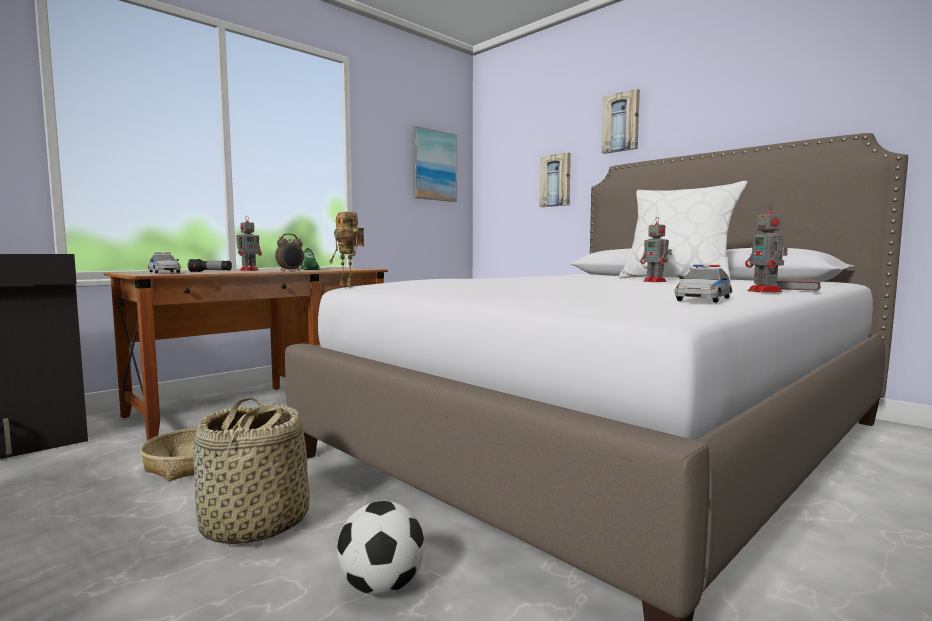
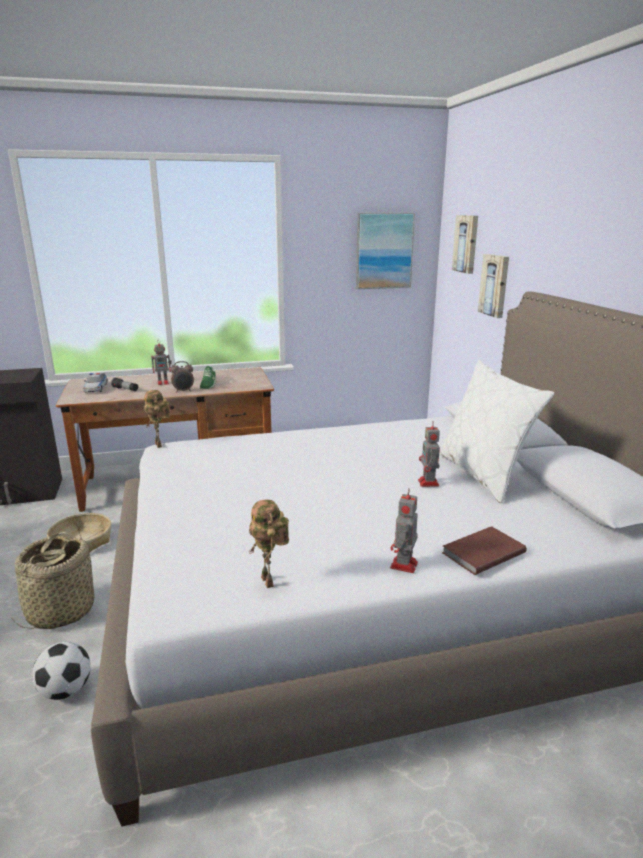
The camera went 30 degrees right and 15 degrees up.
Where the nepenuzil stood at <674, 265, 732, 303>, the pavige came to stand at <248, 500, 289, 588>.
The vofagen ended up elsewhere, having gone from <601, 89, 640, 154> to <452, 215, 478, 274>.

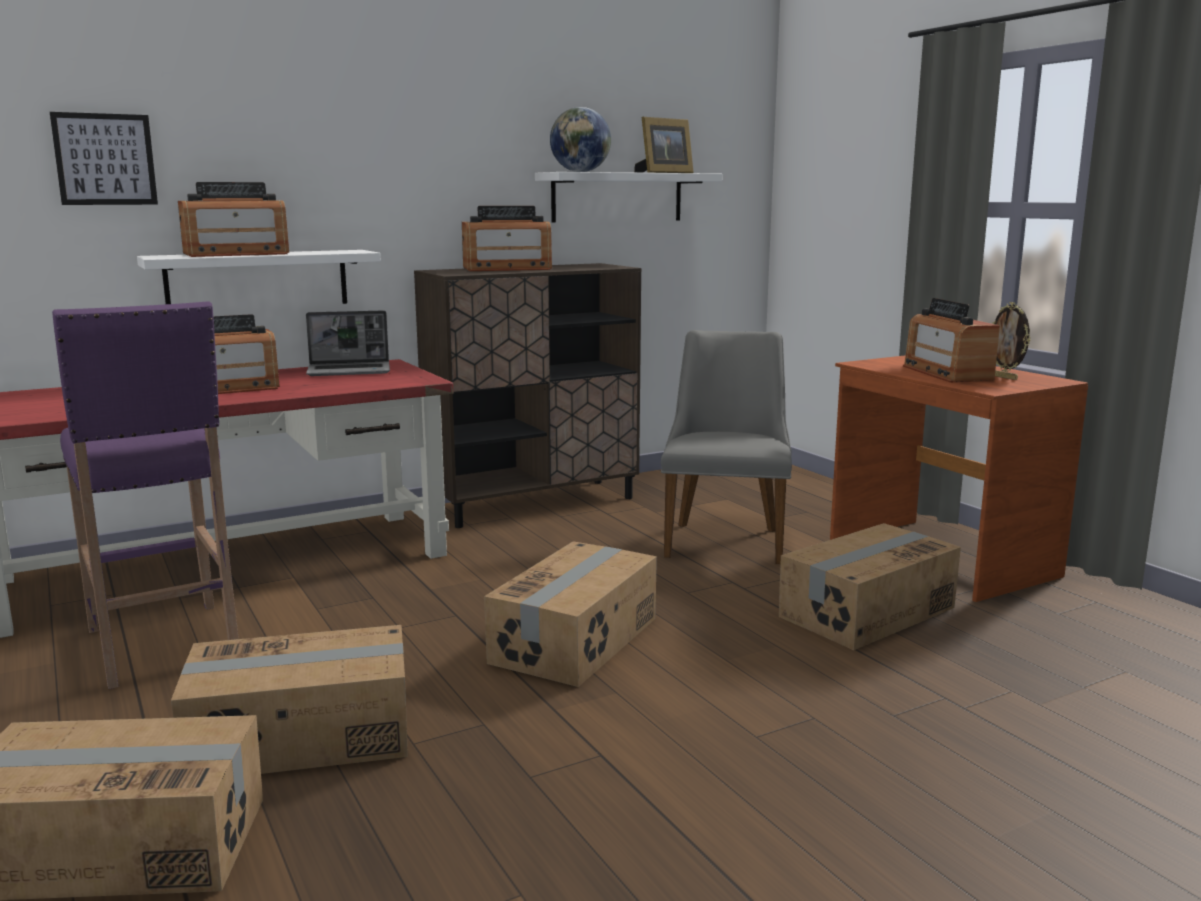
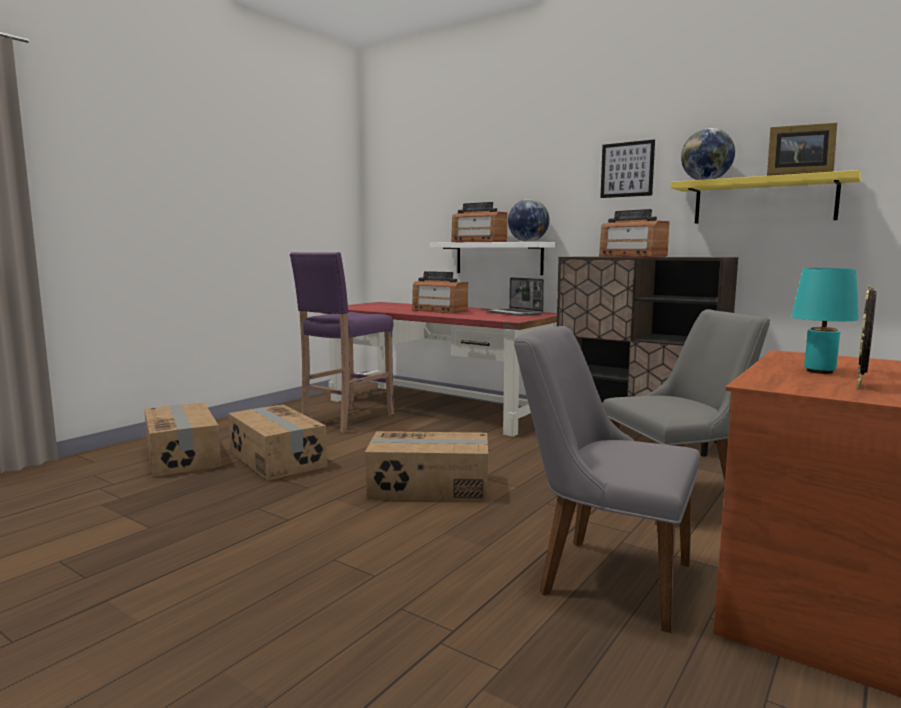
The camera went 65 degrees right and 5 degrees down.
The second view gained the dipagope at <508, 199, 549, 242>.
Where the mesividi stood at <779, 523, 961, 650>, the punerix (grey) came to stand at <514, 326, 700, 633>.
The vofagen ended up elsewhere, having gone from <50, 112, 158, 205> to <600, 139, 655, 198>.
What was the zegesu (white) at <535, 172, 723, 223> turned into the zegesu (yellow) at <671, 170, 861, 224>.
Where the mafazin stood at <903, 298, 1000, 383>, the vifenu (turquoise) came to stand at <791, 268, 859, 374>.

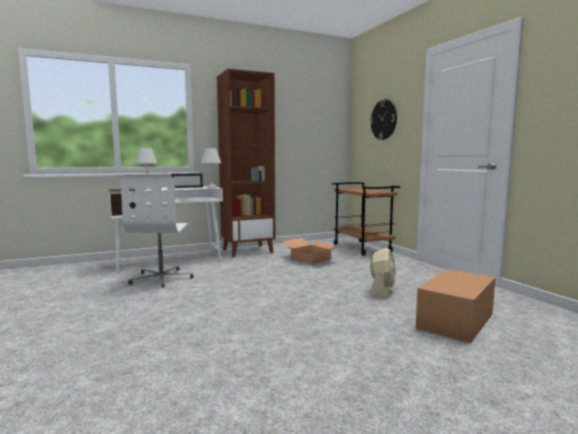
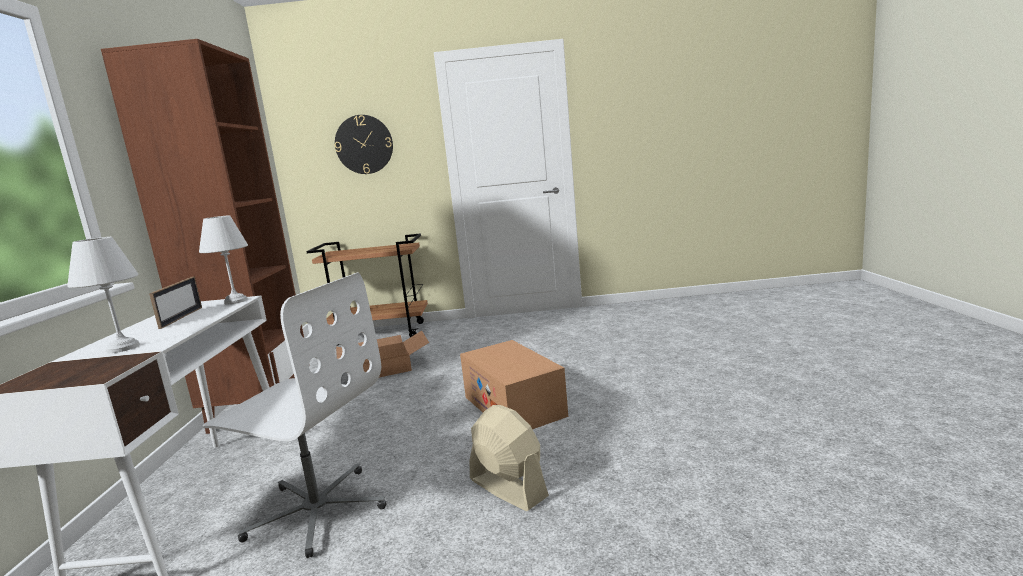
The camera went 65 degrees left and 5 degrees up.
The mesividi ended up elsewhere, having gone from <416, 269, 496, 343> to <460, 340, 568, 429>.
The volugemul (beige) ended up elsewhere, having gone from <370, 248, 396, 299> to <470, 405, 549, 511>.

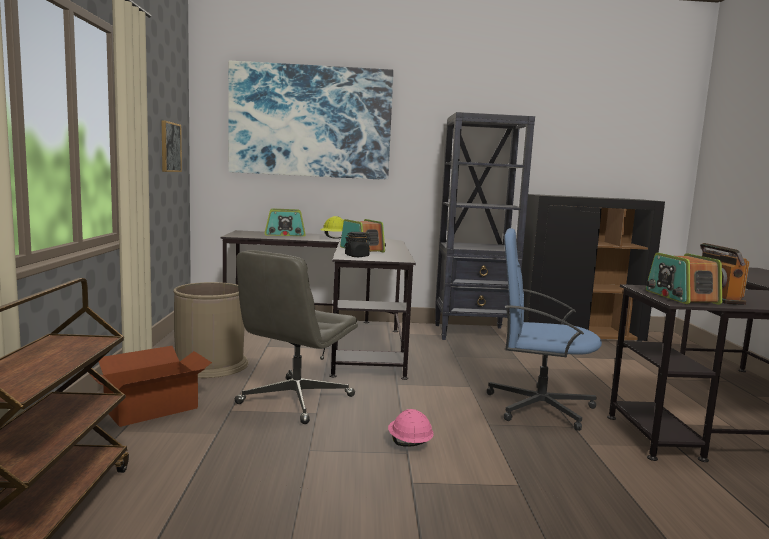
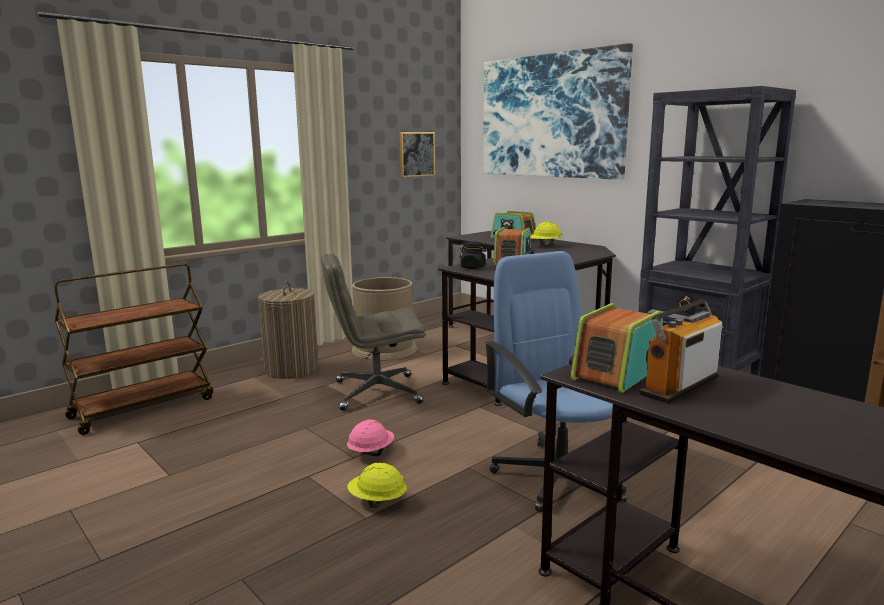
The camera went 50 degrees right and 5 degrees up.
Where the mesividi stood at <88, 346, 212, 427>, the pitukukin came to stand at <258, 281, 319, 379>.
The second view gained the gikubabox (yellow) at <347, 463, 407, 508>.

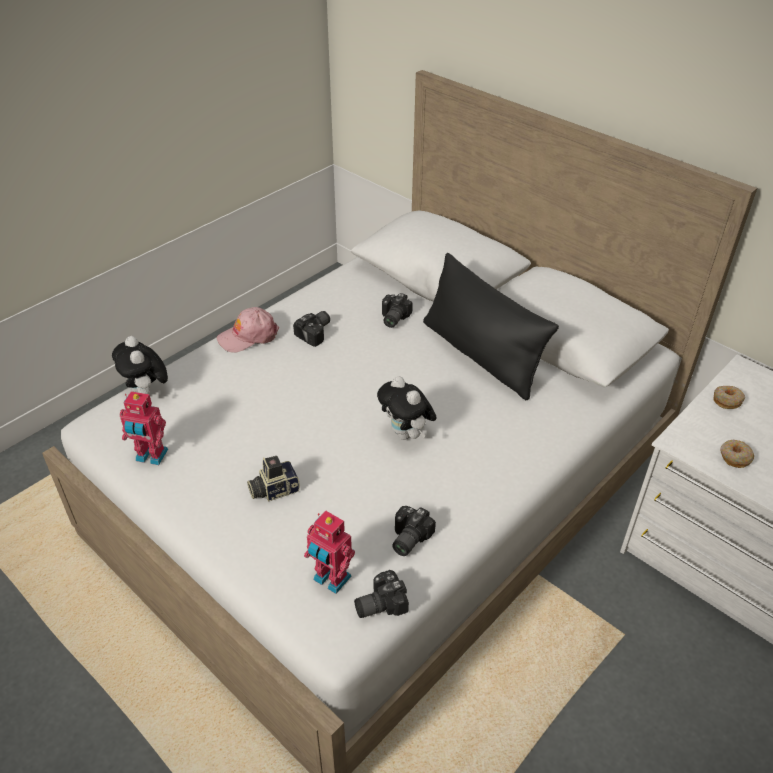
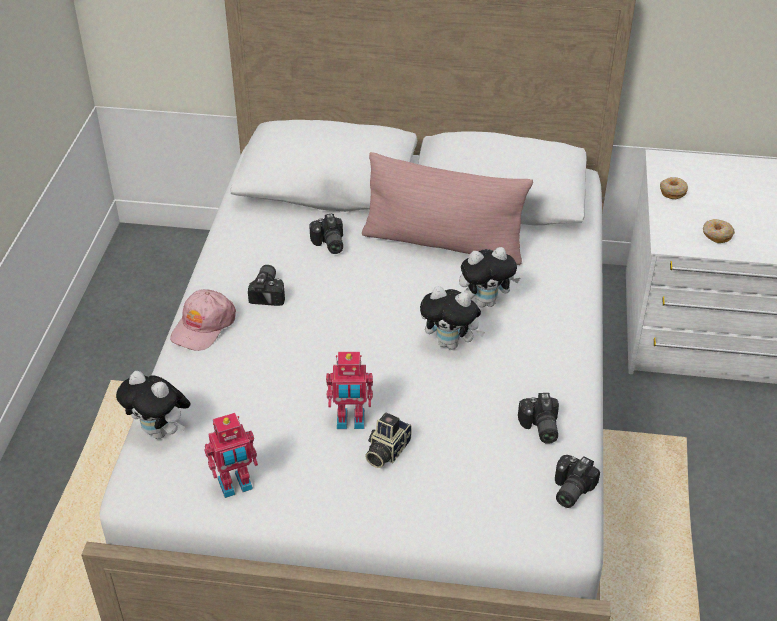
The camera went 35 degrees left and 0 degrees up.
The pavige ended up elsewhere, having gone from <304, 511, 355, 594> to <326, 352, 373, 429>.
What was the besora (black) at <423, 253, 559, 400> turned into the besora (pink) at <362, 152, 533, 265>.
The second view gained the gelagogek at <459, 247, 520, 308>.

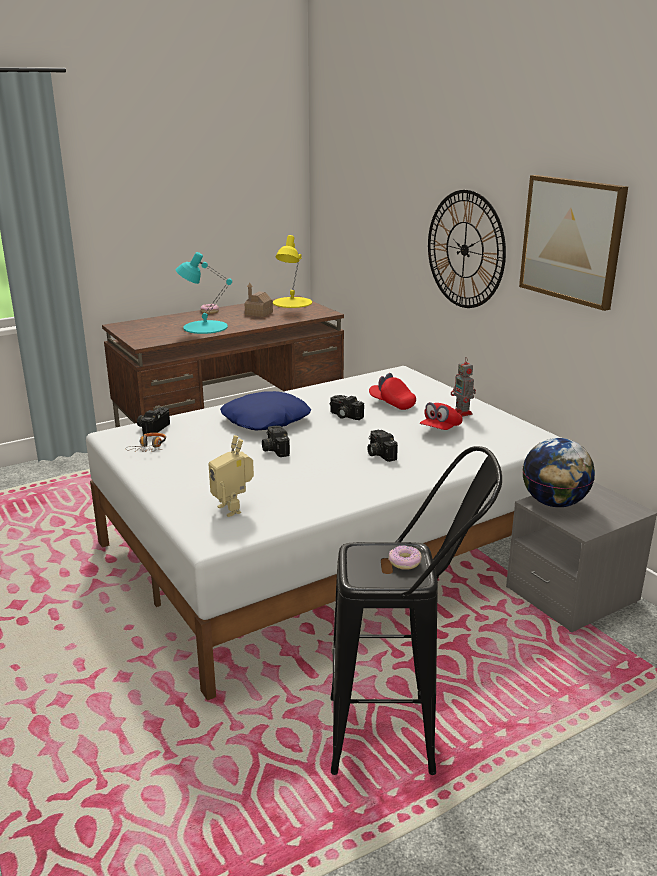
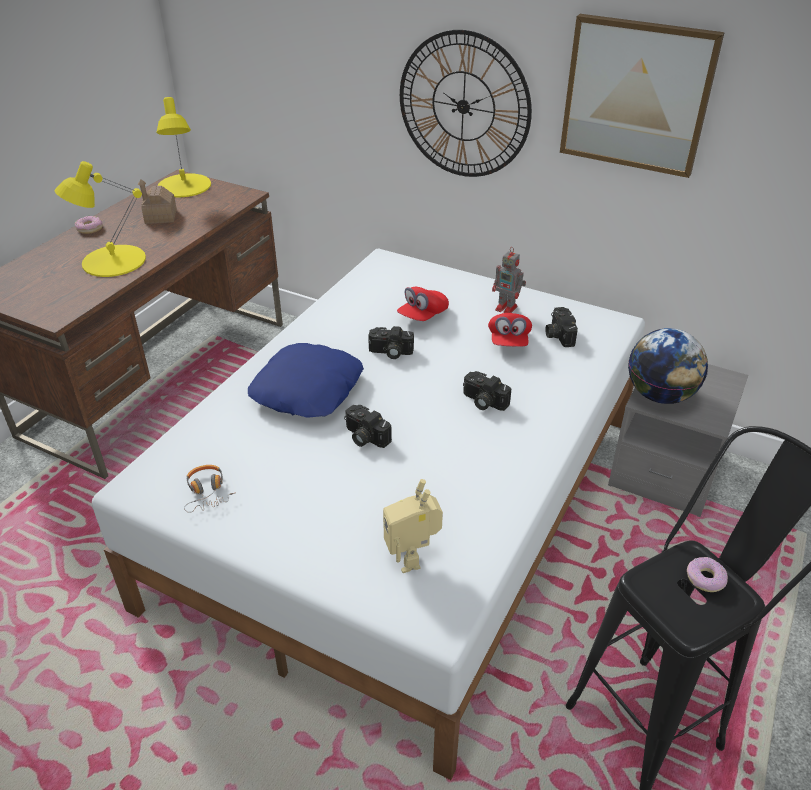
The camera went 30 degrees left and 15 degrees up.
What was the vifenu (turquoise) at <175, 252, 232, 334> turned into the vifenu (yellow) at <54, 161, 146, 277>.
The pavige at <208, 435, 254, 517> ended up facing another way, 45 degrees clockwise from before.
The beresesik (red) at <369, 373, 416, 410> ended up facing another way, 60 degrees counterclockwise from before.
The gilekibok ended up elsewhere, having gone from <137, 407, 170, 437> to <545, 307, 578, 347>.

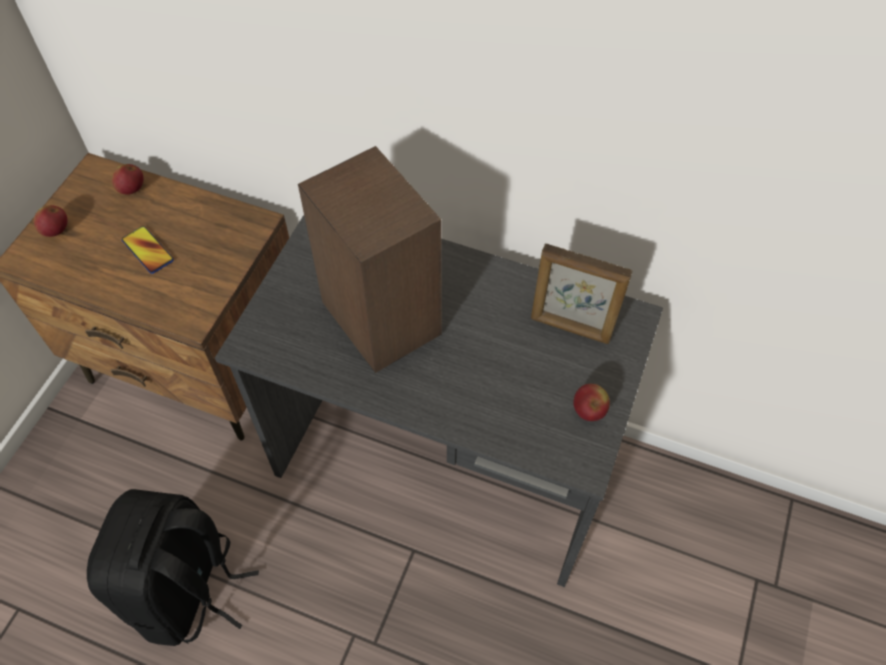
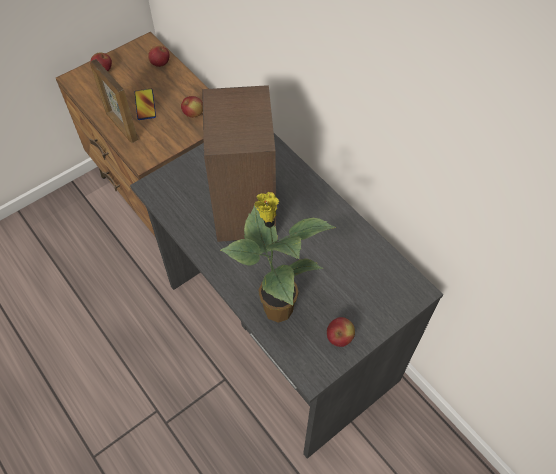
The camera went 30 degrees right and 0 degrees up.
The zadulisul ended up elsewhere, having gone from <531, 243, 633, 344> to <90, 59, 138, 143>.
The second view gained the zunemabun at <181, 96, 203, 118>.
The second view gained the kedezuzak at <221, 192, 336, 323>.
The second view lost the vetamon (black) at <87, 489, 259, 646>.

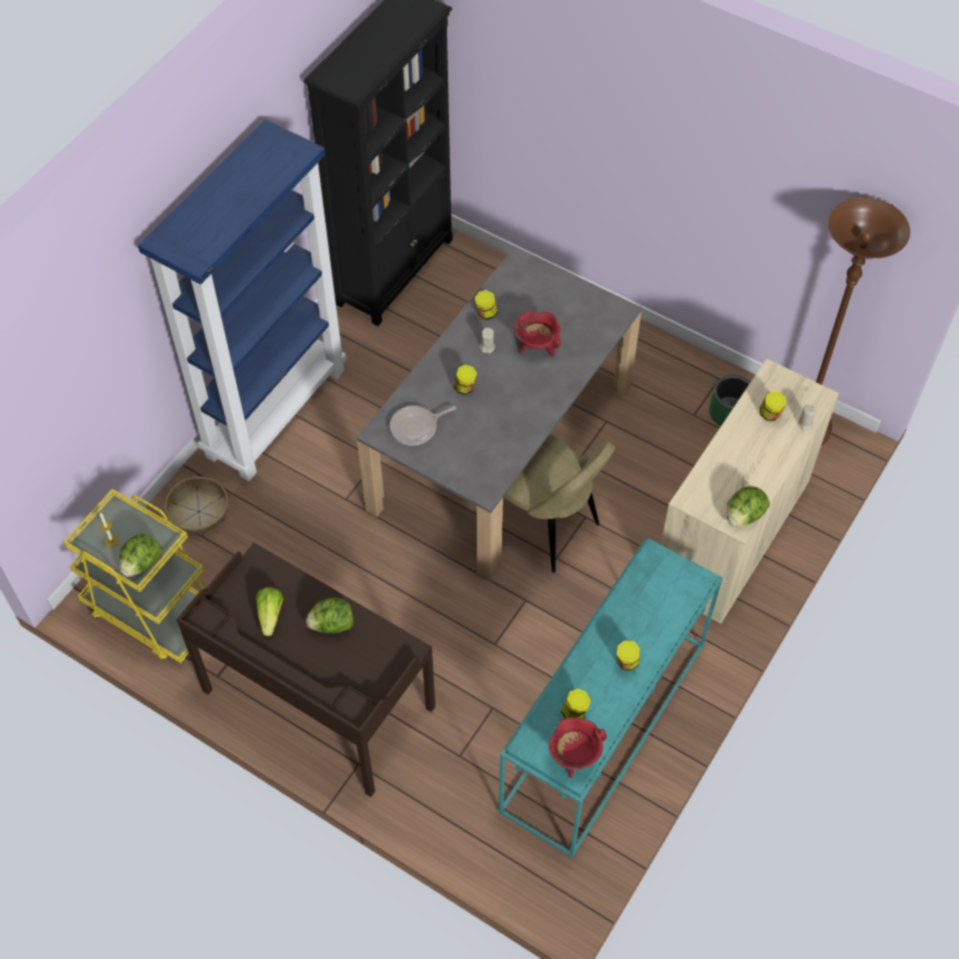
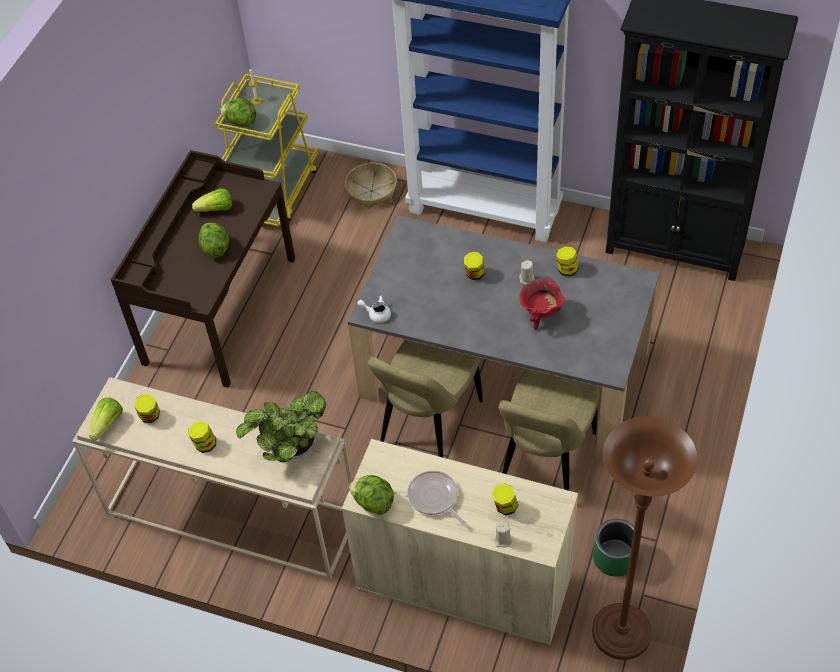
The camera went 80 degrees right and 5 degrees down.
What was the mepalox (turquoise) at <498, 537, 723, 858> turned into the mepalox (beige) at <72, 377, 353, 580>.
Where the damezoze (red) stood at <549, 717, 607, 778>, the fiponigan came to stand at <89, 397, 123, 441>.
The second view gained the kedezuzak at <236, 391, 326, 463>.
The second view gained the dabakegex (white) at <358, 295, 391, 323>.
The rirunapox ended up elsewhere, having gone from <390, 406, 457, 446> to <408, 471, 466, 526>.
The second view gained the punerix (beige) at <498, 369, 600, 491>.

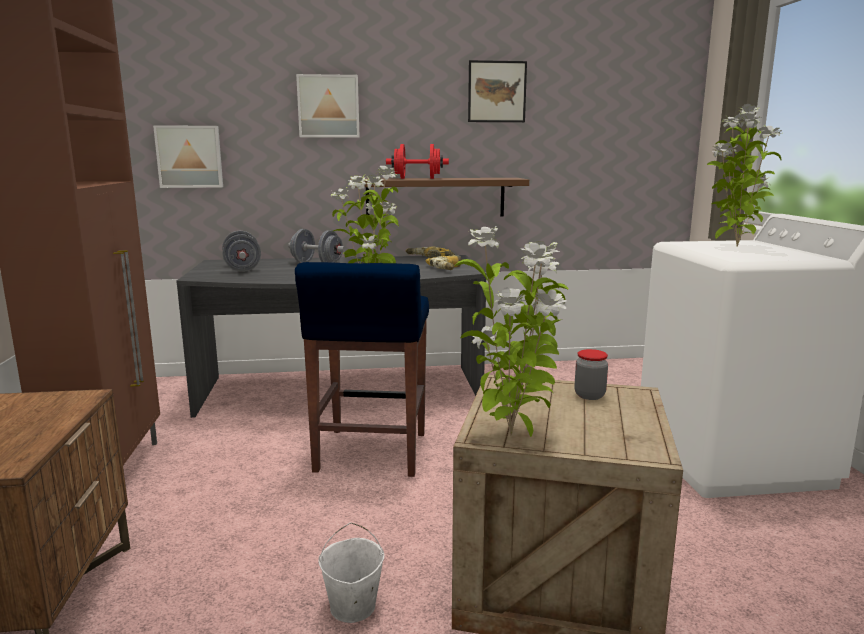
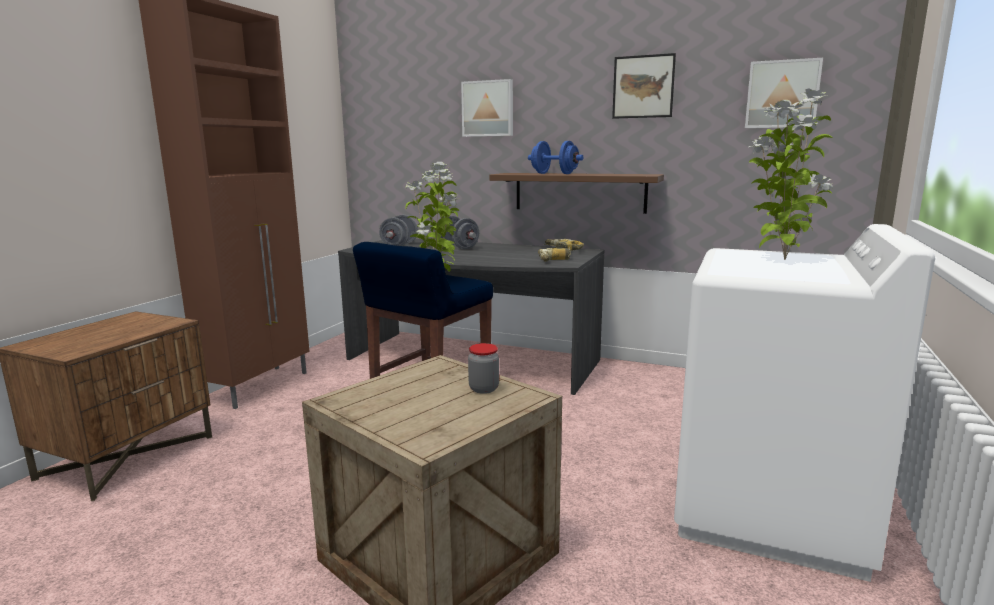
The camera went 30 degrees right and 0 degrees up.
What was the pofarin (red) at <386, 144, 449, 179> turned into the pofarin (blue) at <528, 141, 583, 174>.
The vofagen ended up elsewhere, having gone from <153, 125, 223, 188> to <745, 58, 823, 128>.
The second view lost the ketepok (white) at <318, 523, 384, 623>.
The second view lost the kedezuzak at <455, 226, 569, 437>.

